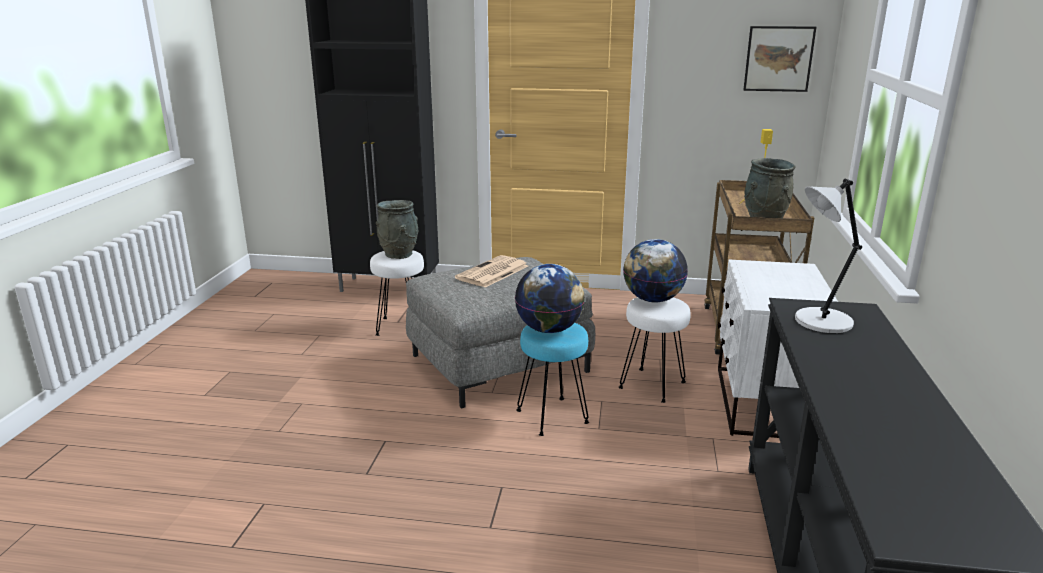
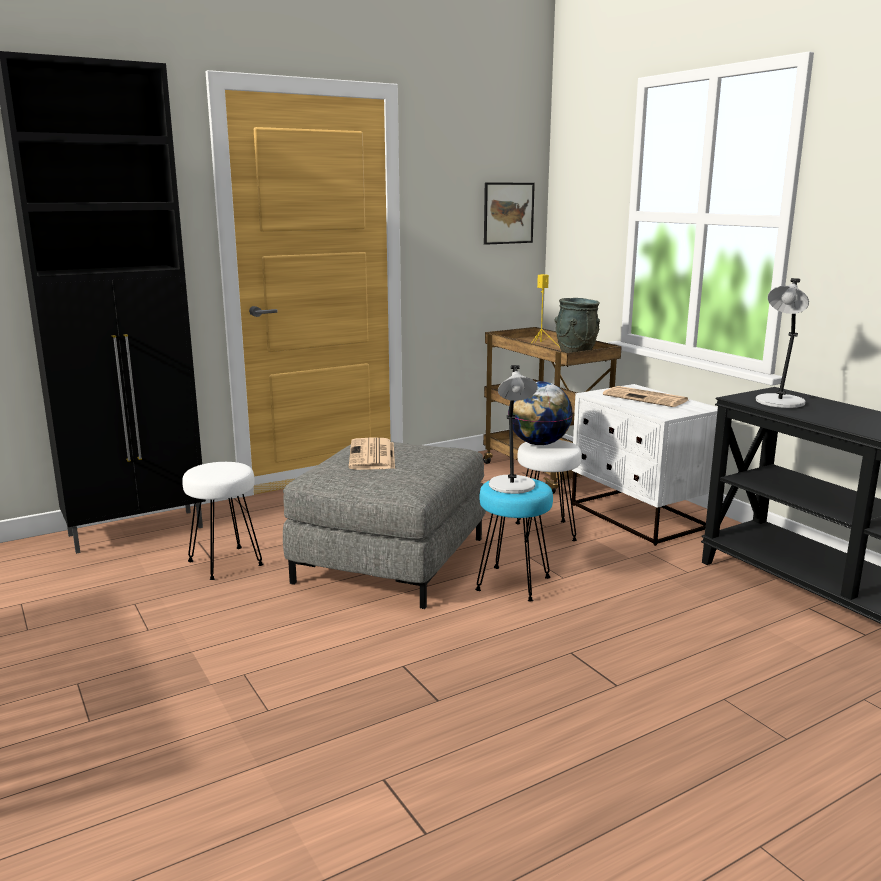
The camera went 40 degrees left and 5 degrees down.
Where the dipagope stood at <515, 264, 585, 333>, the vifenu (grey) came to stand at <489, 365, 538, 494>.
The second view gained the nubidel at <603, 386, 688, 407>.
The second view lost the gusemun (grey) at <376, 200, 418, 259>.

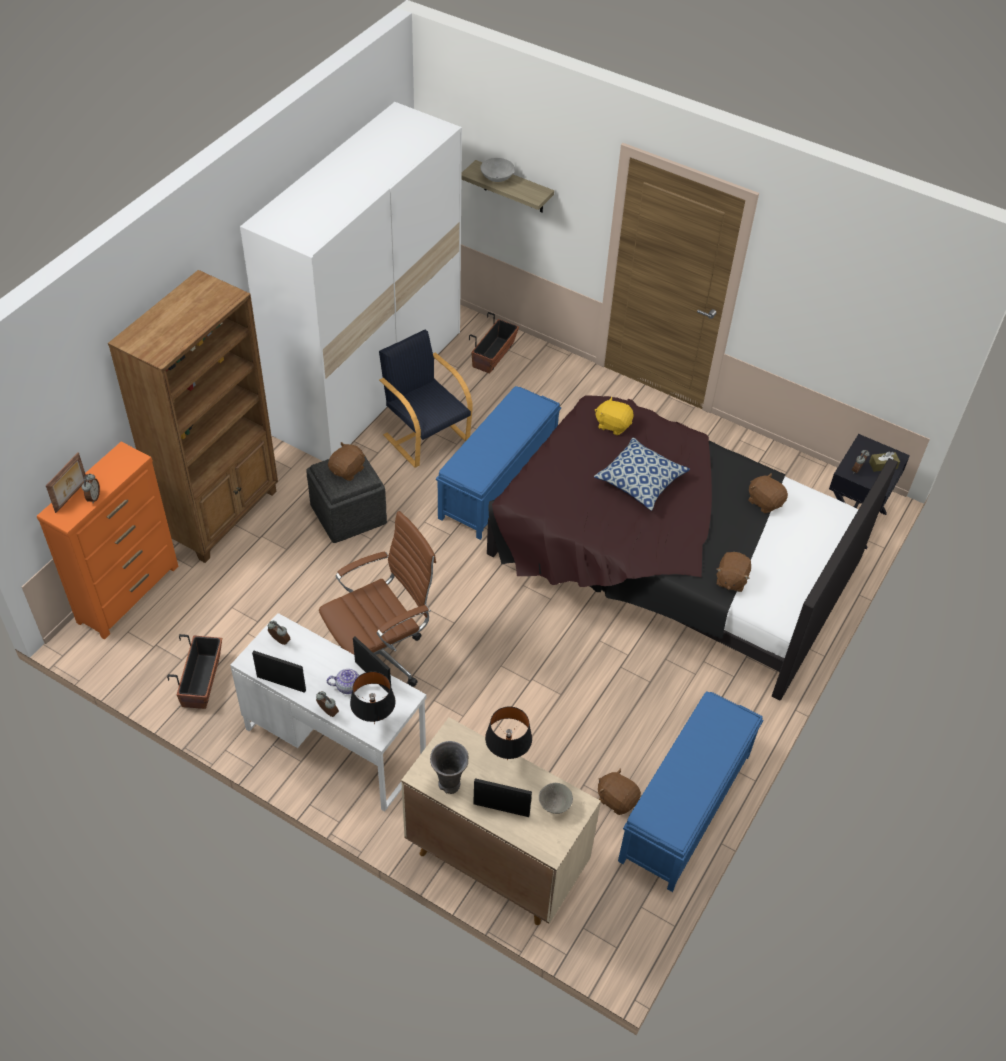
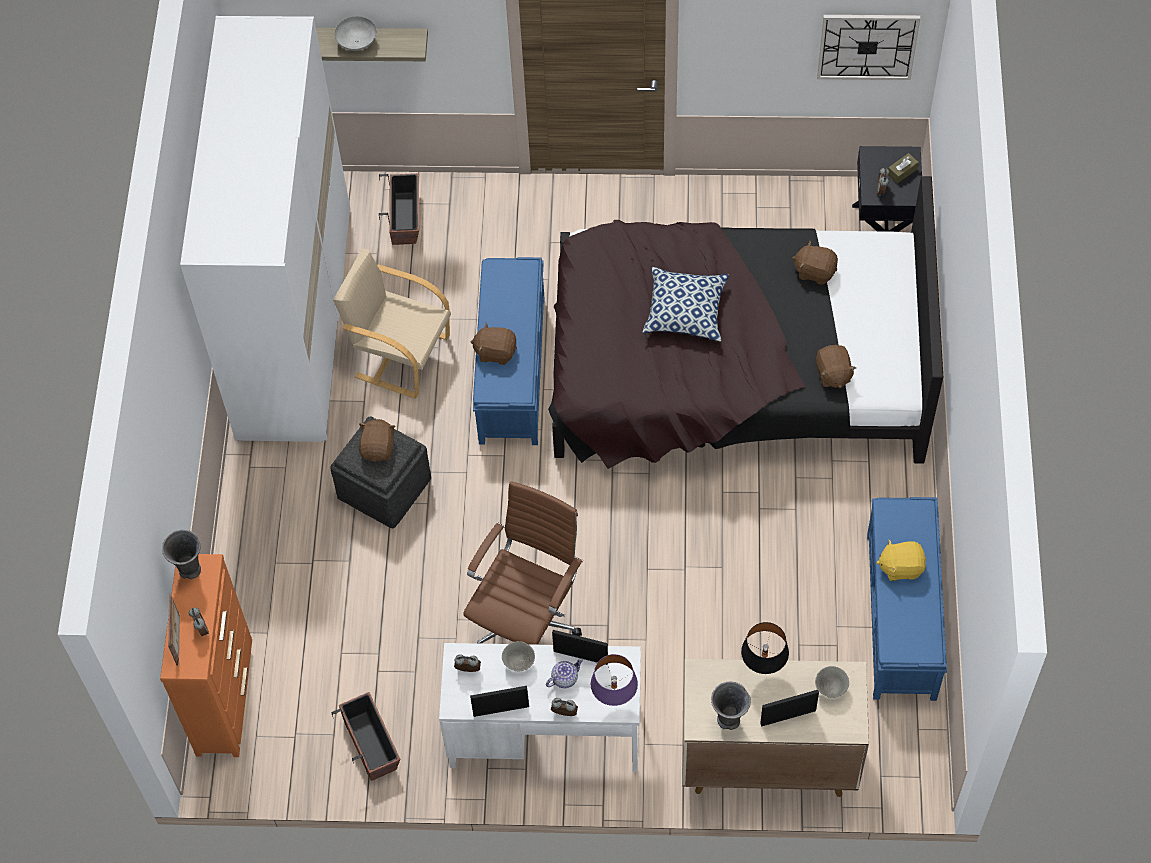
The camera went 25 degrees left and 10 degrees up.
The second view gained the gusemun (grey) at <162, 530, 201, 579>.
What was the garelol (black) at <379, 330, 473, 468> turned into the garelol (beige) at <333, 249, 451, 398>.
The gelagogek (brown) ended up elsewhere, having gone from <598, 768, 641, 815> to <471, 322, 517, 365>.
The second view gained the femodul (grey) at <502, 641, 535, 671>.
What was the vifenu (black) at <350, 671, 396, 724> turned into the vifenu (purple) at <591, 654, 638, 706>.
The second view gained the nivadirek at <817, 15, 920, 80>.
The gelagogek (yellow) ended up elsewhere, having gone from <595, 397, 633, 435> to <876, 539, 926, 581>.
The second view lost the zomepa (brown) at <108, 270, 278, 563>.

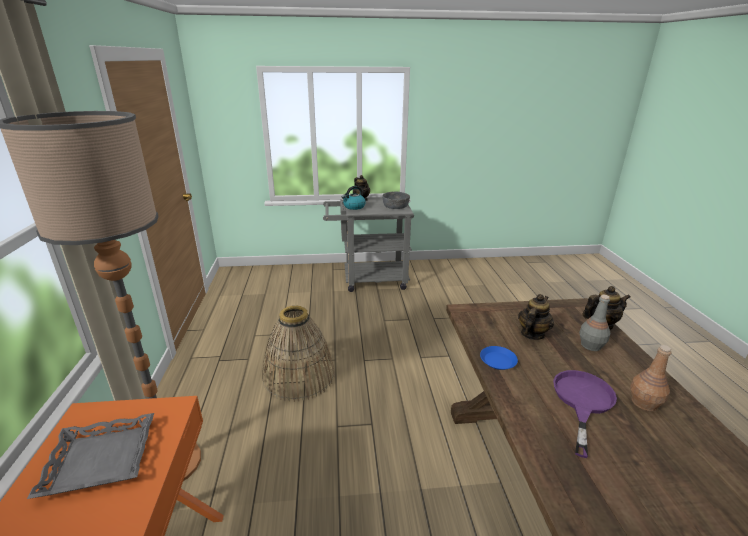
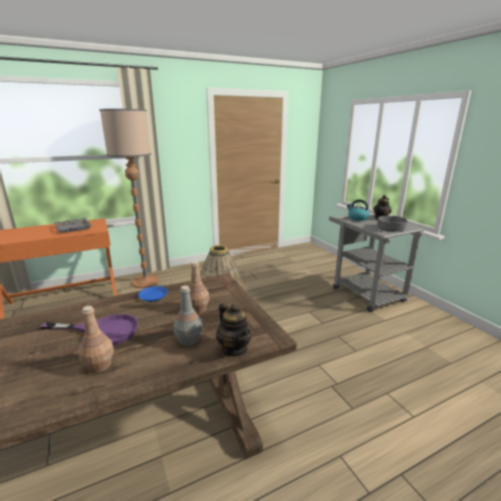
The camera went 70 degrees right and 5 degrees down.
Where the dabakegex stood at <518, 294, 554, 340>, the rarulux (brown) came to stand at <189, 261, 209, 314>.

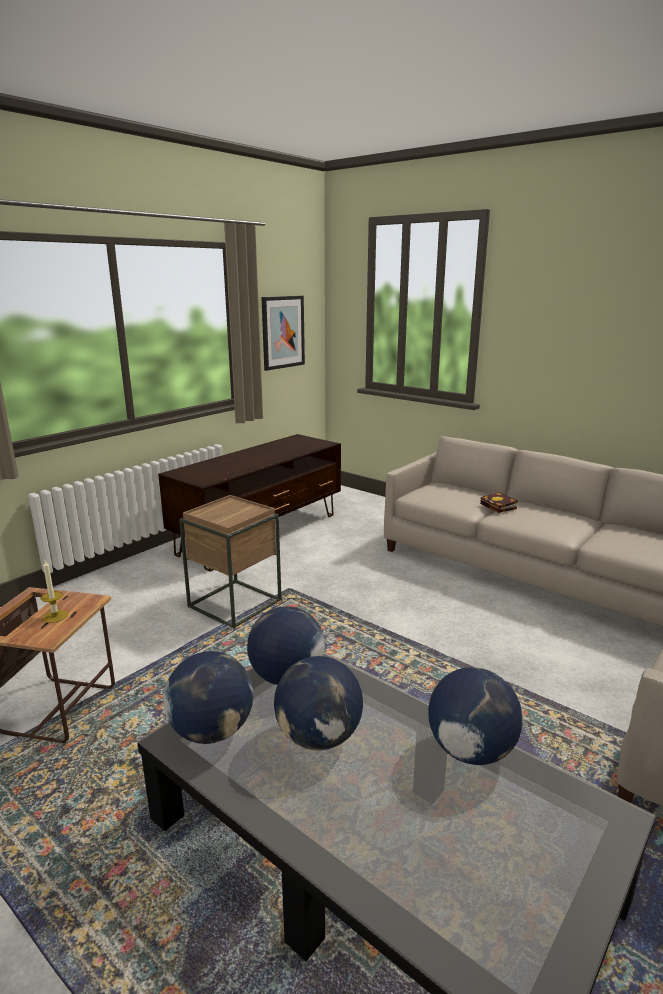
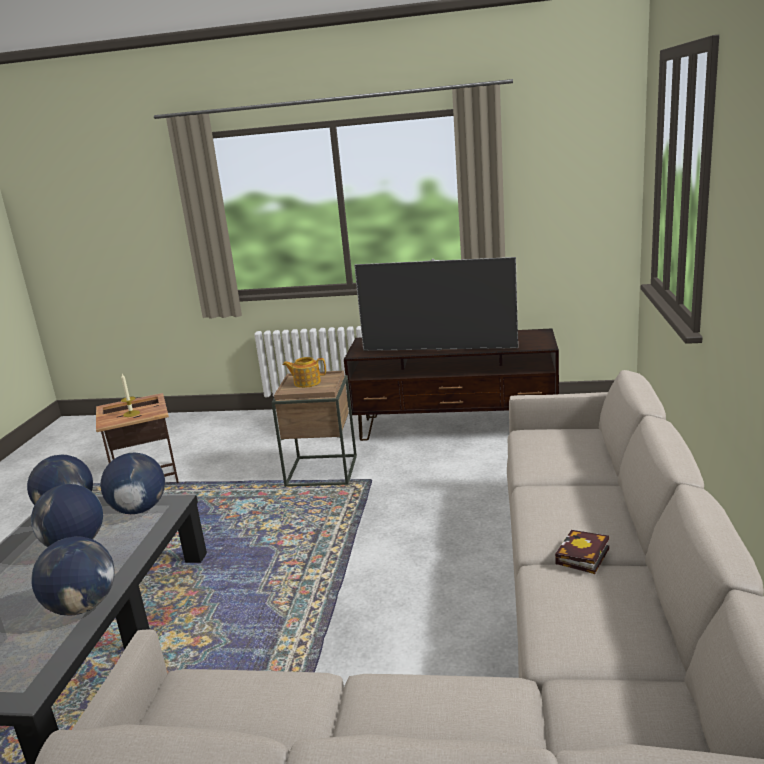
The camera went 60 degrees right and 0 degrees up.
The second view gained the dabakegex at <283, 357, 326, 388>.
The second view gained the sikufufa at <354, 257, 518, 351>.
The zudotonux ended up elsewhere, having gone from <480, 492, 518, 513> to <555, 530, 609, 574>.
The second view lost the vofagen at <261, 296, 305, 371>.

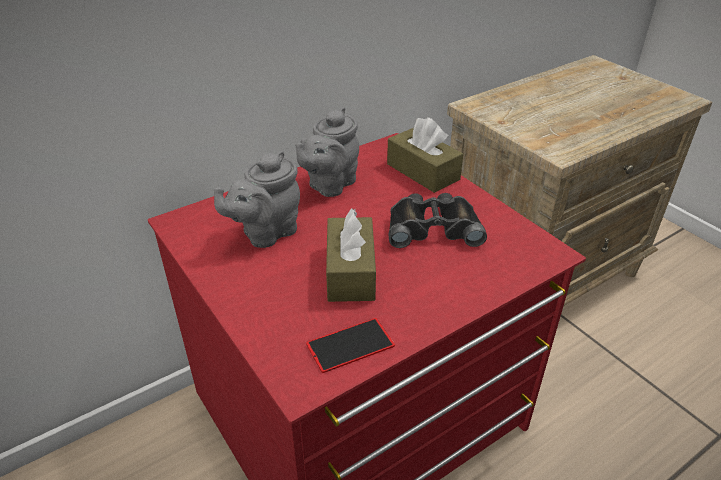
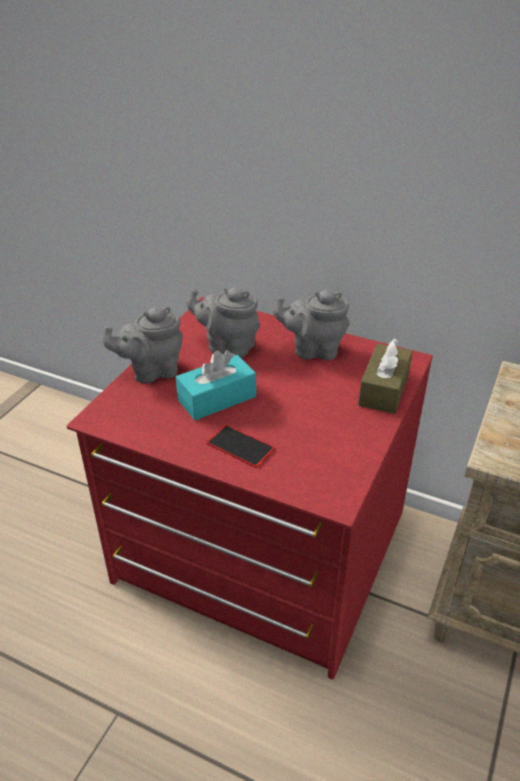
The camera went 60 degrees right and 0 degrees up.
The second view gained the dabakegex (grey) at <103, 307, 183, 383>.
What was the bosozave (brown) at <326, 208, 376, 302> turned into the bosozave (turquoise) at <176, 350, 256, 420>.
The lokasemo ended up elsewhere, having gone from <306, 318, 395, 373> to <206, 425, 275, 468>.
The second view lost the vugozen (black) at <388, 193, 487, 248>.

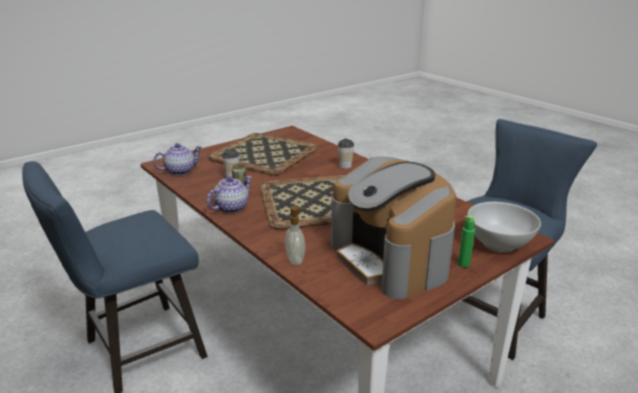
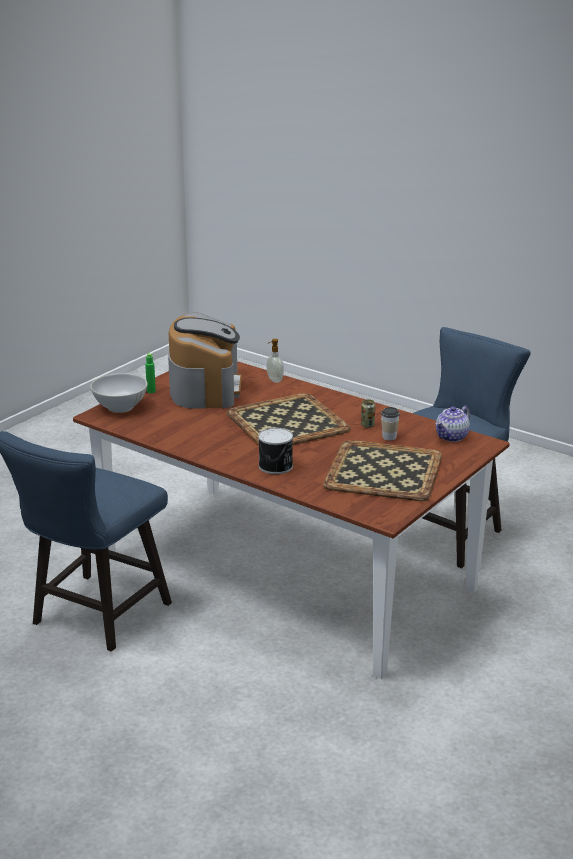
The camera went 165 degrees right and 0 degrees up.
The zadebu at <331, 156, 456, 299> ended up facing another way, 45 degrees clockwise from before.
Where the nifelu stood at <338, 139, 354, 169>, the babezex came to stand at <258, 428, 293, 474>.
The second view lost the dabakegex at <207, 176, 252, 213>.

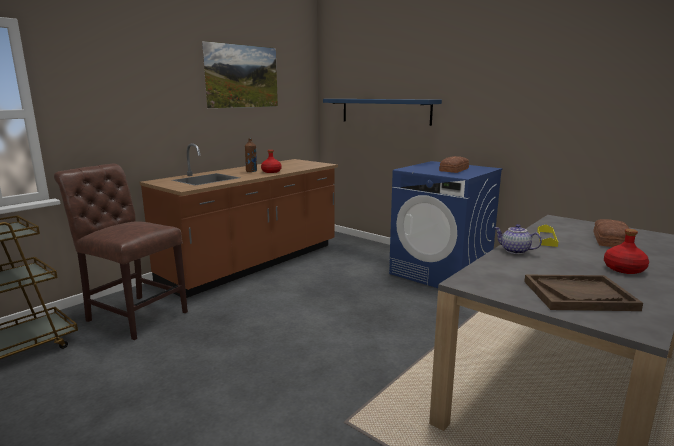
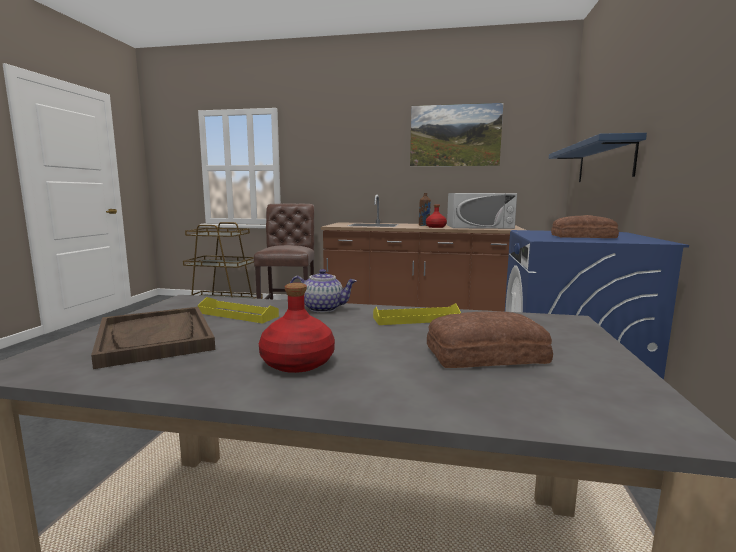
The camera went 60 degrees right and 5 degrees down.
The second view gained the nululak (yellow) at <198, 297, 279, 323>.
The dabakegex at <495, 224, 542, 254> ended up facing another way, 90 degrees clockwise from before.
The second view gained the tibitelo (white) at <447, 193, 517, 229>.

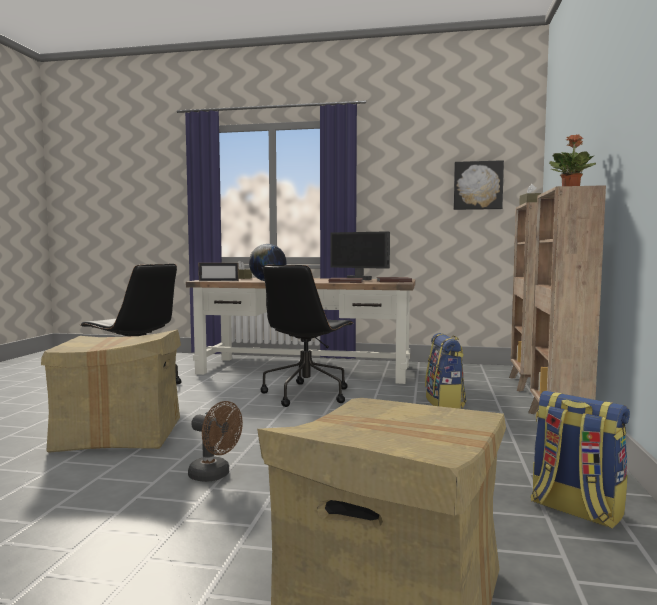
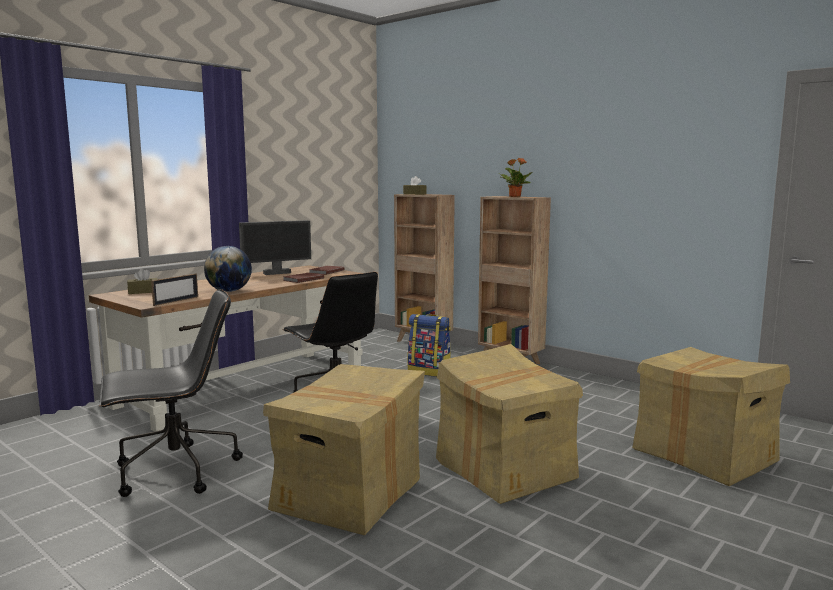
The camera went 60 degrees left and 5 degrees up.
Where the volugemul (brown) stood at <188, 401, 243, 482>, the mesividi came to stand at <436, 344, 583, 504>.
The second view lost the vofagen at <454, 160, 504, 210>.
The second view lost the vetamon at <531, 391, 630, 529>.

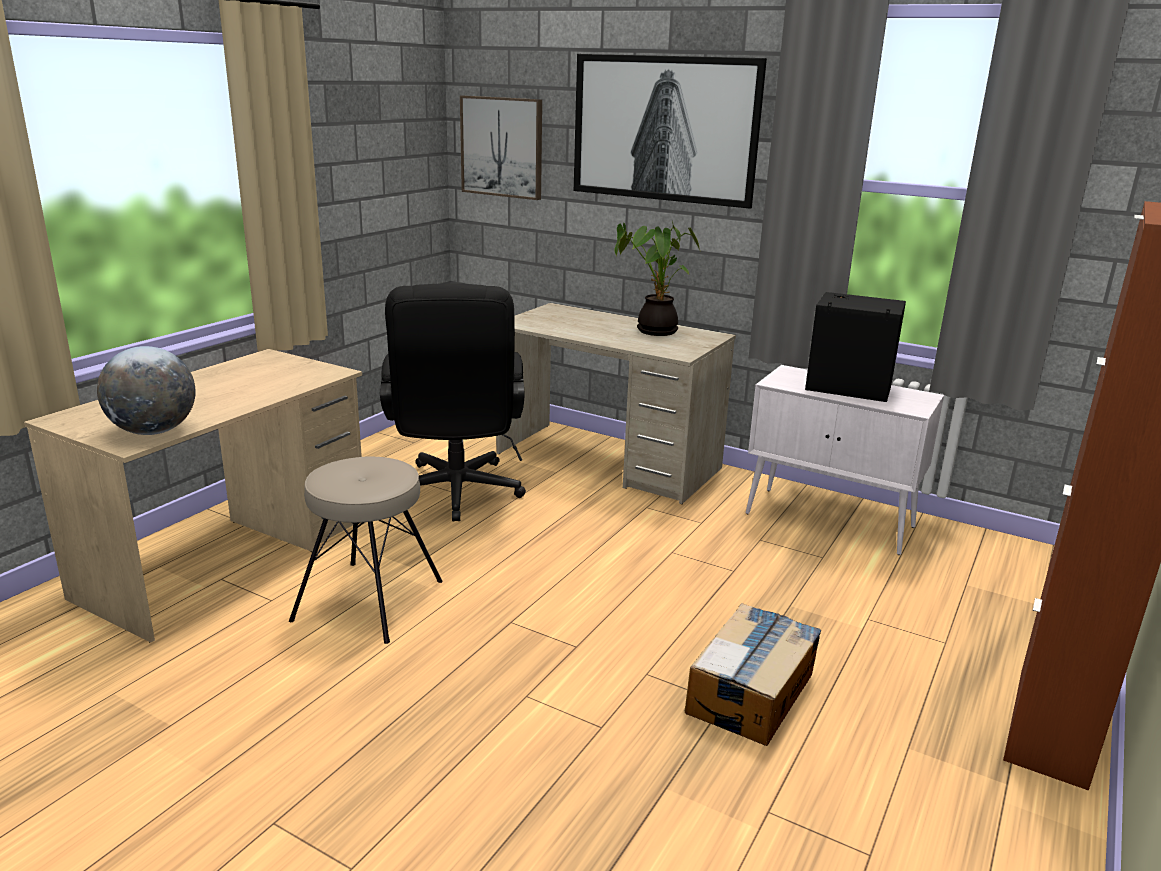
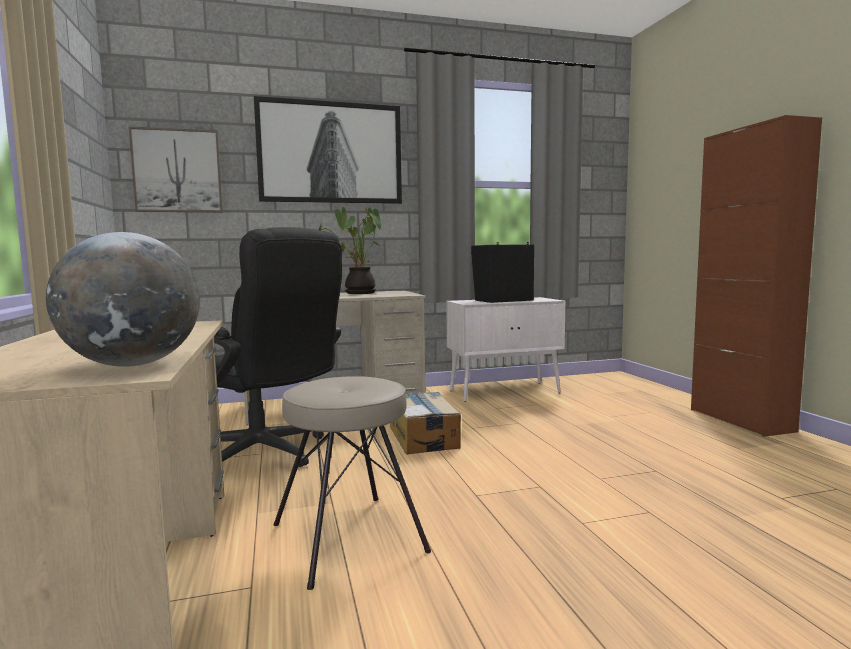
The camera went 45 degrees left and 15 degrees down.
The mesividi ended up elsewhere, having gone from <685, 603, 821, 746> to <390, 392, 461, 454>.

